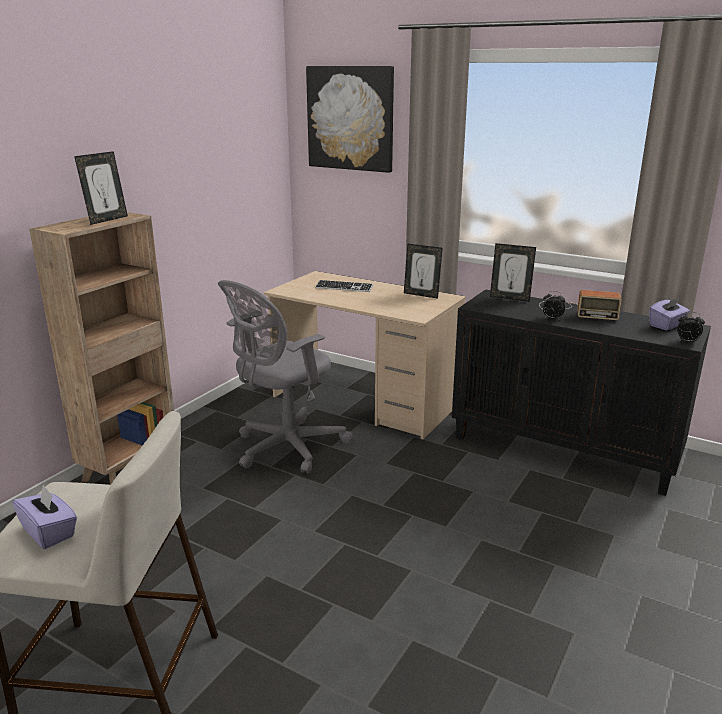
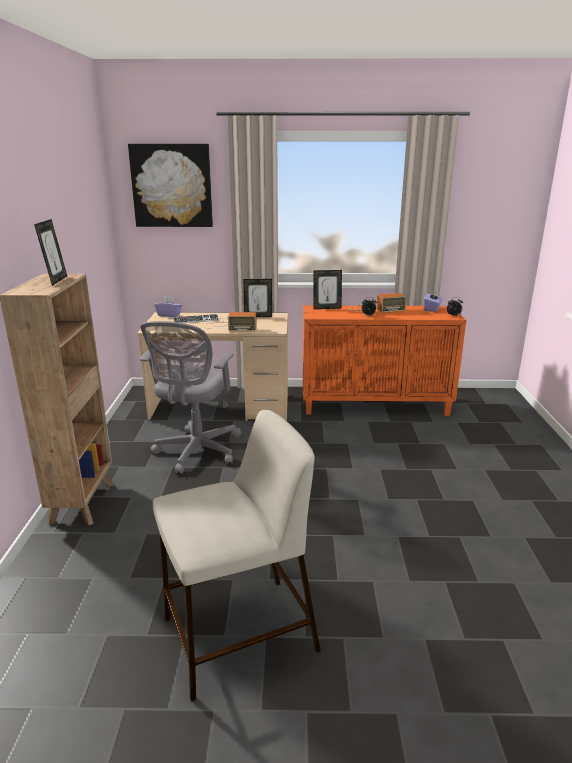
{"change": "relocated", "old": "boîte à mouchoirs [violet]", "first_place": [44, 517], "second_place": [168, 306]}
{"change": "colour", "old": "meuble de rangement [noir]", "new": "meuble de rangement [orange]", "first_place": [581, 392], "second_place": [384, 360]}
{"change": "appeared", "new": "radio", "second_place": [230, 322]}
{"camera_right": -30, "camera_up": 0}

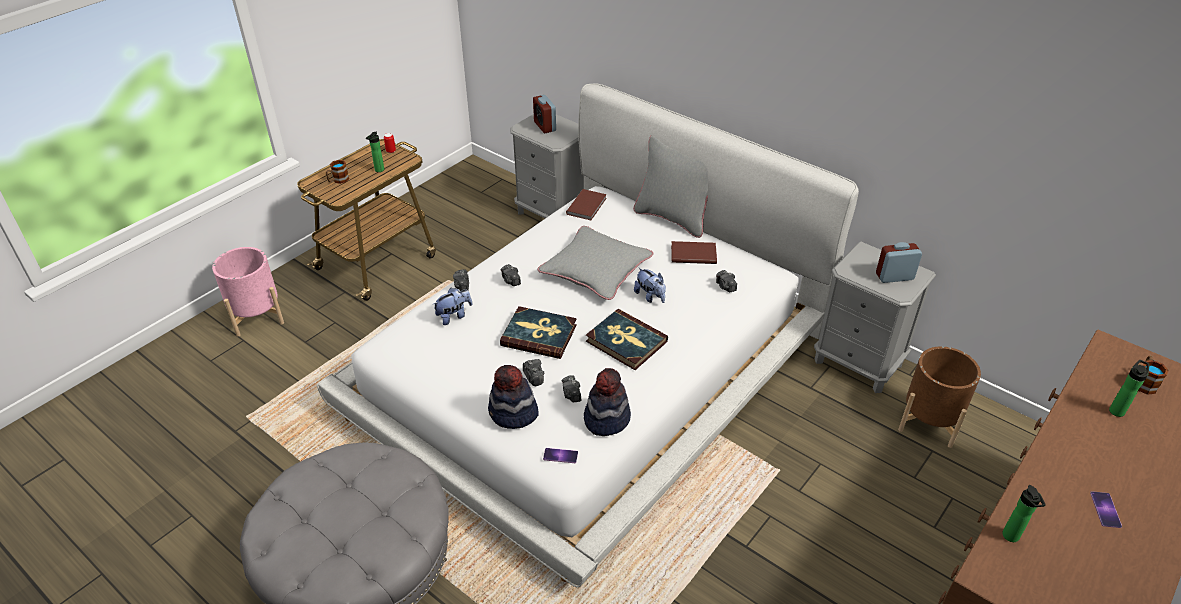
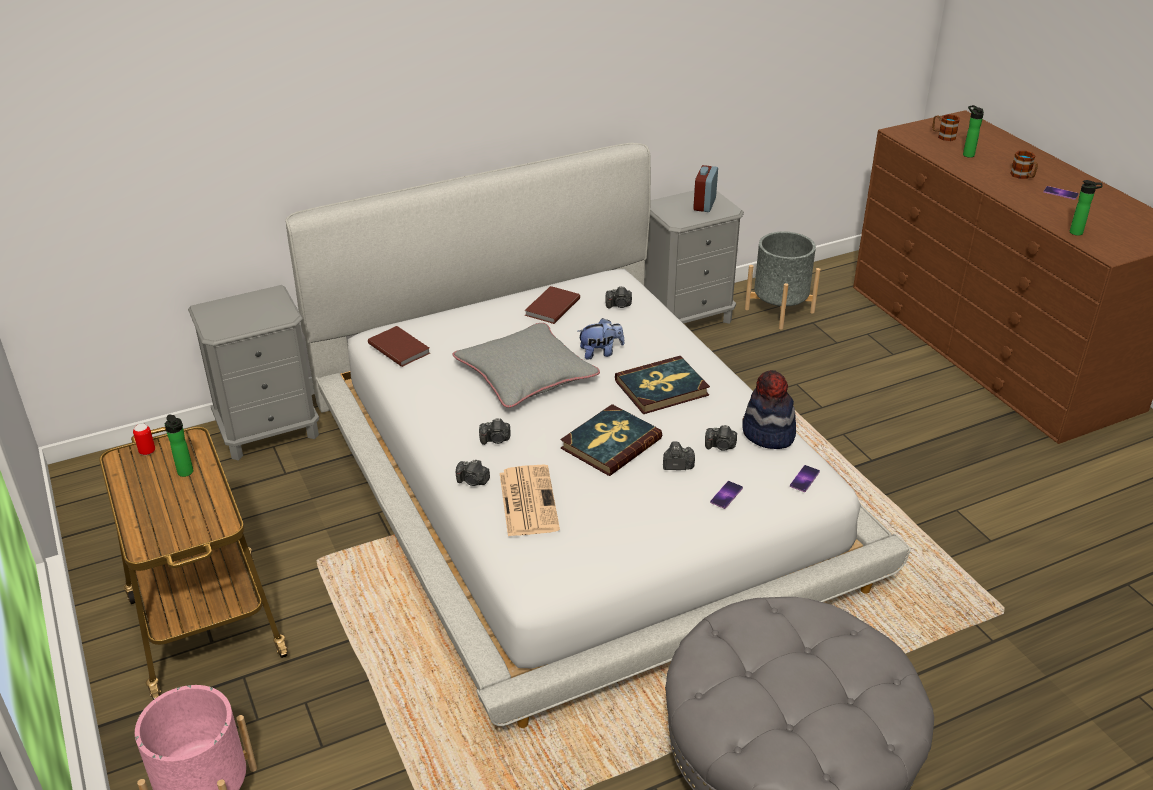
{"change": "relocated", "old": "mug", "first_place": [337, 172], "second_place": [1024, 165]}
{"change": "exchanged", "old": "peluche", "new": "journal", "first_place": [452, 306], "second_place": [530, 500]}
{"change": "exchanged", "old": "chapeau", "new": "téléphone", "first_place": [513, 397], "second_place": [726, 495]}
{"change": "missing", "old": "réveil", "first_place": [544, 114]}
{"change": "missing", "old": "coussin [gris]", "first_place": [670, 187]}
{"change": "colour", "old": "cache-pot [marron]", "new": "cache-pot [gris]", "first_place": [939, 397], "second_place": [783, 280]}
{"camera_right": -65, "camera_up": -5}

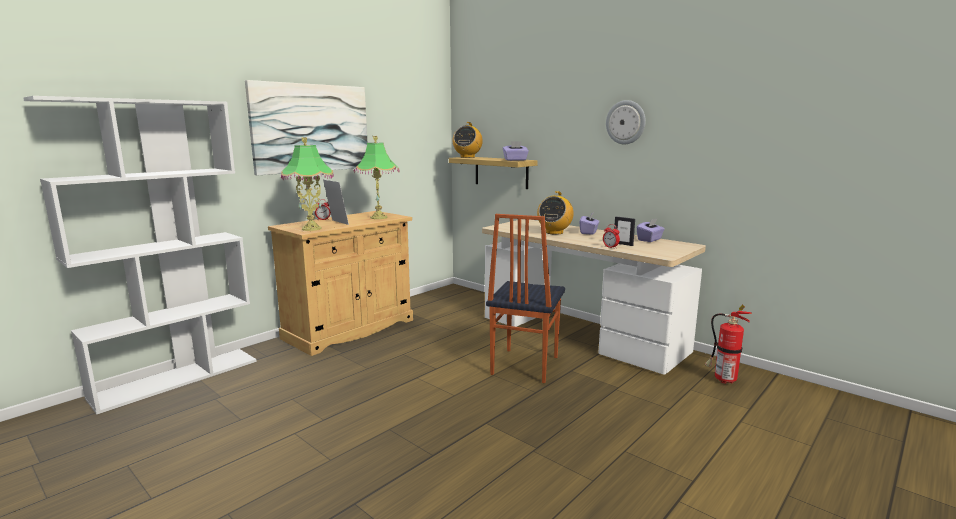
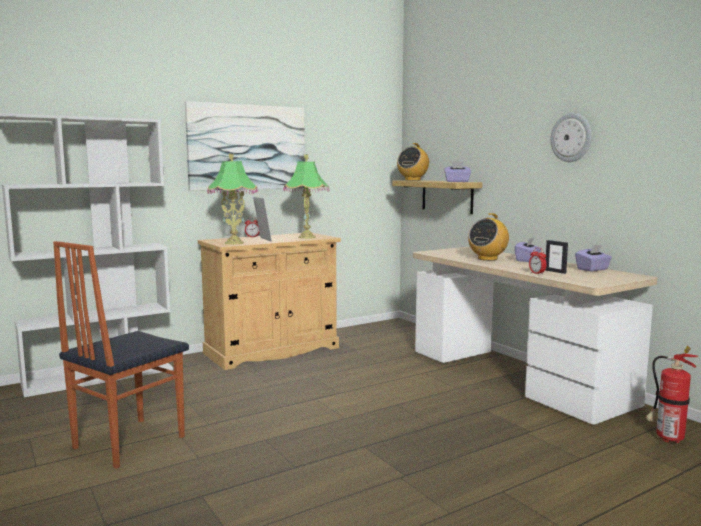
{"change": "relocated", "old": "chaise", "first_place": [525, 298], "second_place": [121, 355]}
{"camera_right": 15, "camera_up": -5}

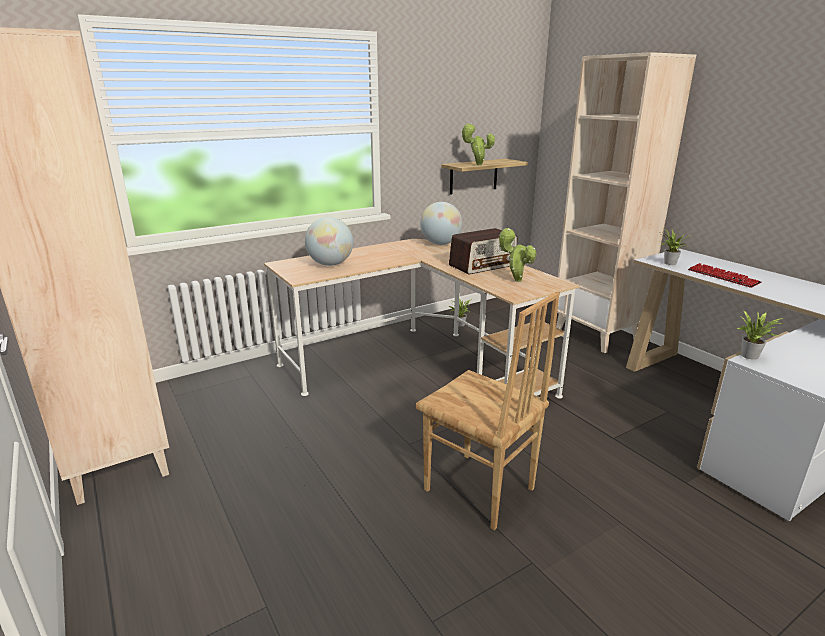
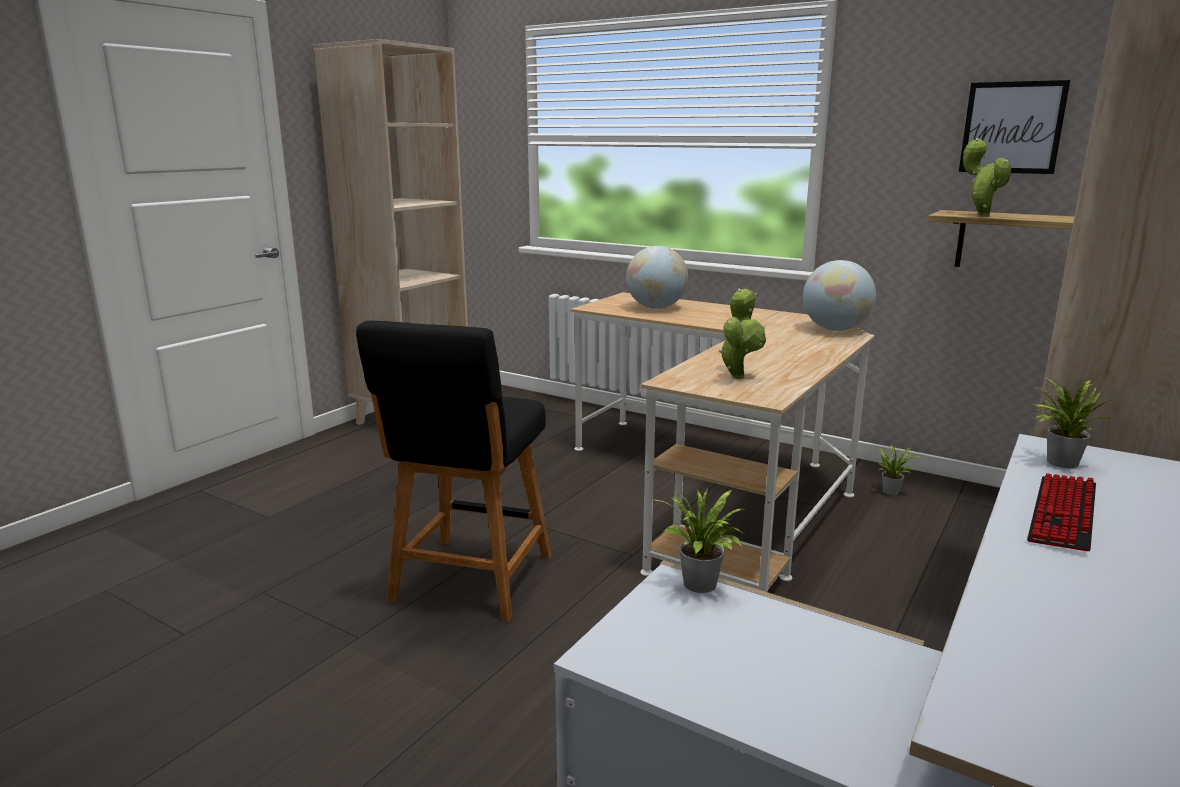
{"change": "exchanged", "old": "chaise [marron]", "new": "tabouret [noir]", "first_place": [488, 411], "second_place": [453, 471]}
{"change": "missing", "old": "radio", "first_place": [483, 251]}
{"change": "appeared", "new": "tableau", "second_place": [1014, 127]}
{"camera_right": 65, "camera_up": -5}

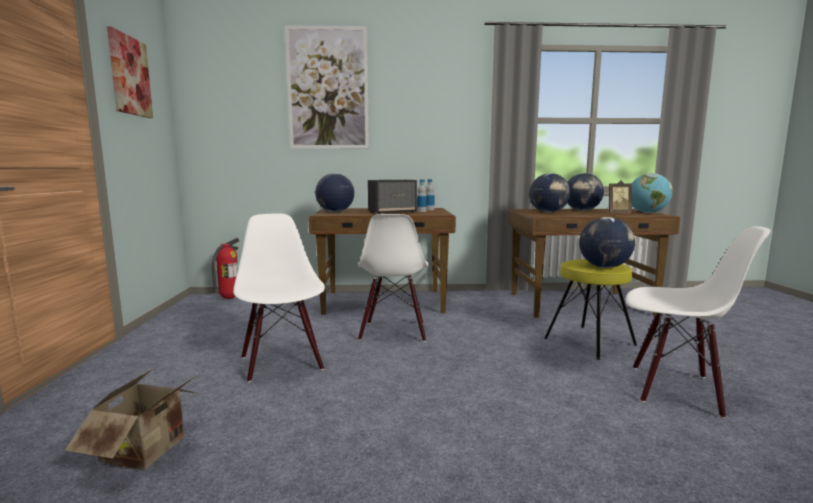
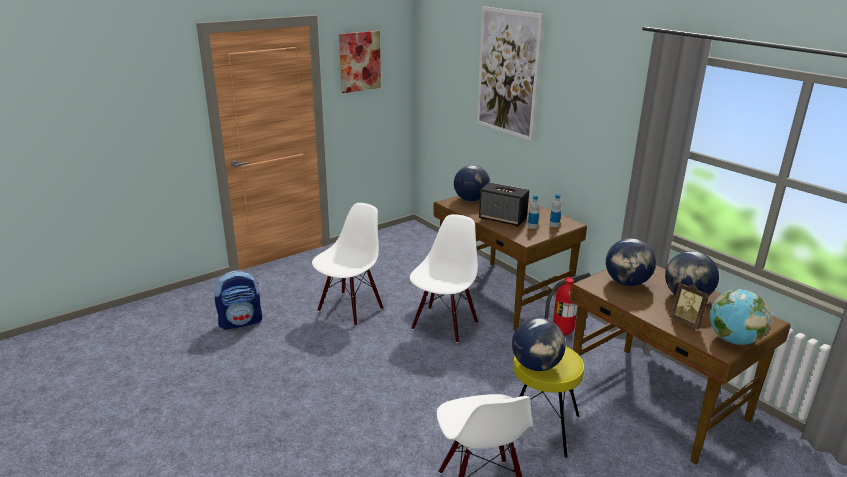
{"change": "exchanged", "old": "carton", "new": "sac à dos", "first_place": [133, 419], "second_place": [238, 300]}
{"change": "relocated", "old": "extincteur", "first_place": [225, 268], "second_place": [568, 304]}
{"change": "spun", "old": "chaise [blanc]", "first_place": [393, 278], "second_place": [444, 278], "degrees": 150}
{"camera_right": 55, "camera_up": 15}

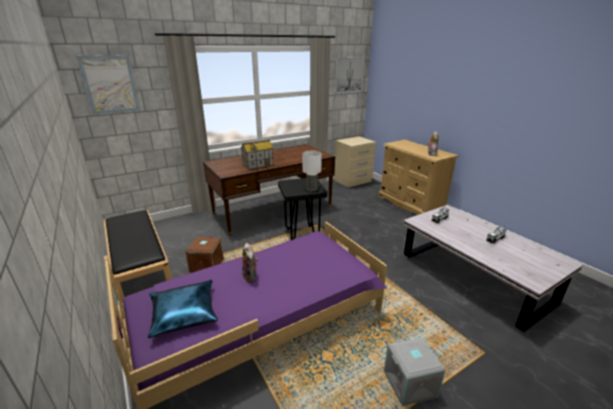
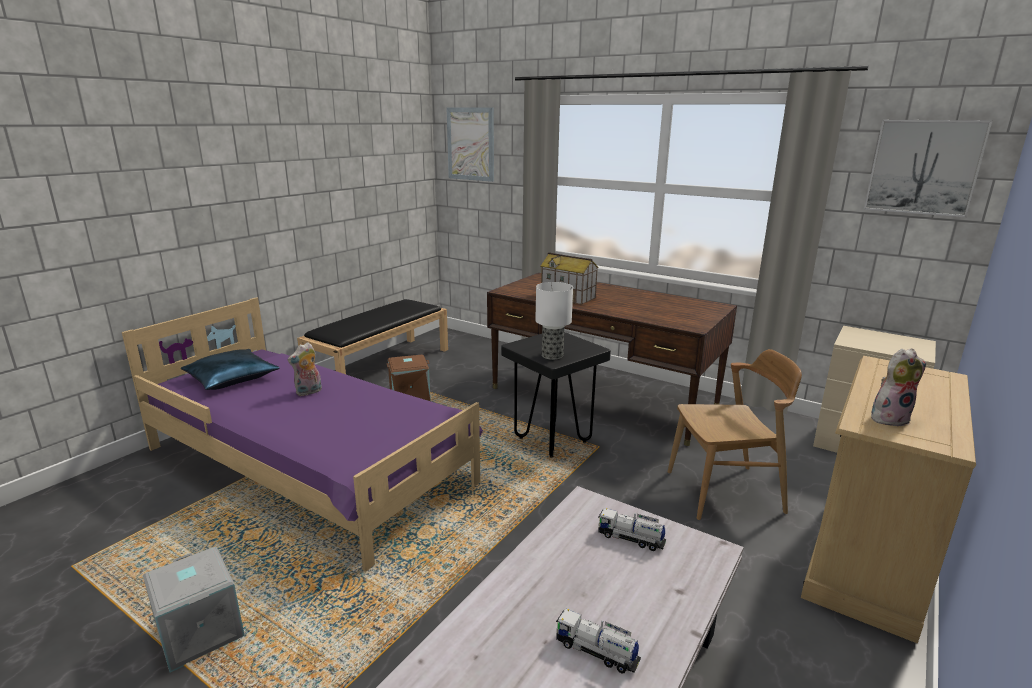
{"change": "appeared", "new": "chaise [marron]", "second_place": [735, 434]}
{"camera_right": 65, "camera_up": -5}

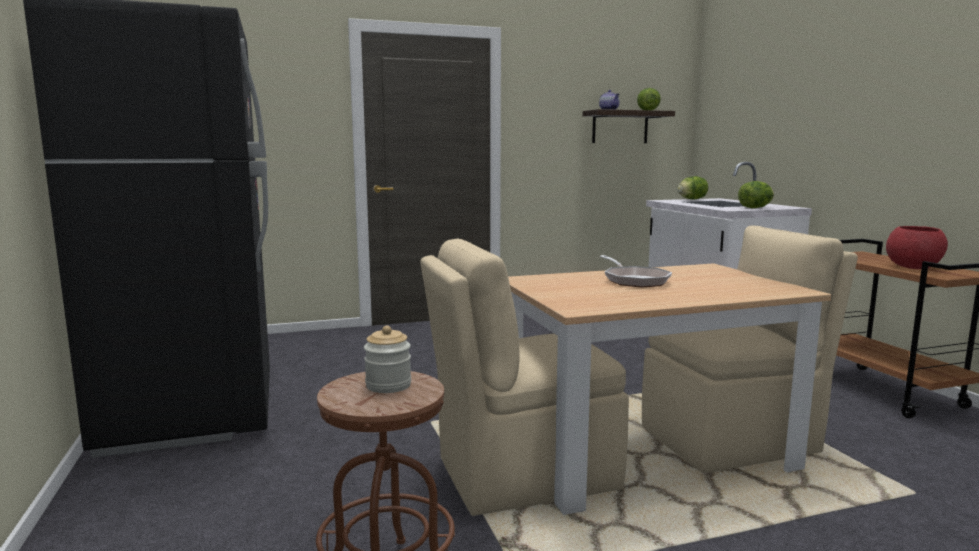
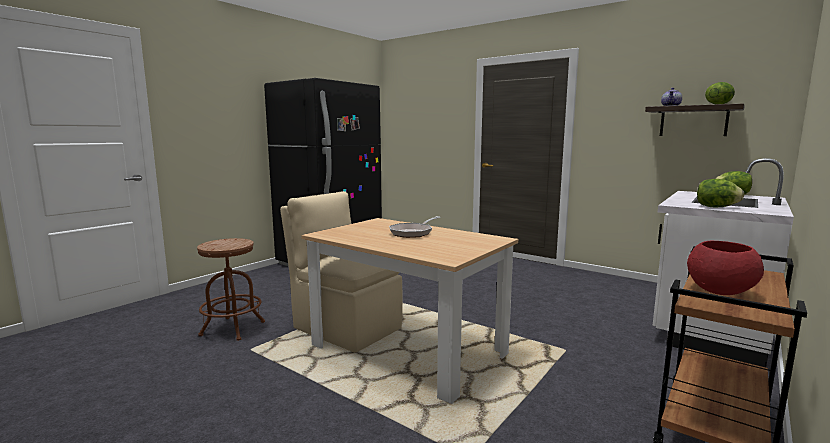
{"change": "missing", "old": "bocal", "first_place": [387, 359]}
{"change": "missing", "old": "chaise [beige]", "first_place": [750, 349]}
{"camera_right": 55, "camera_up": 0}

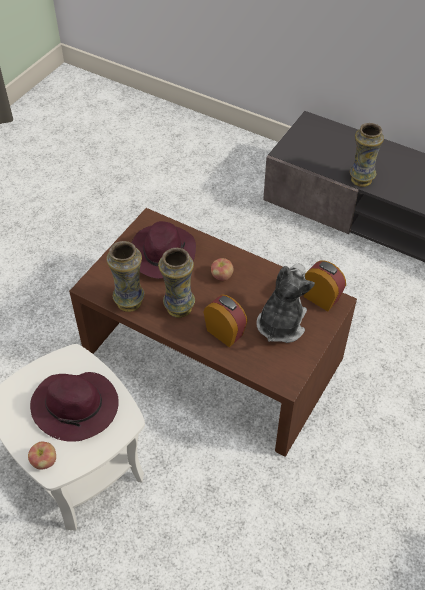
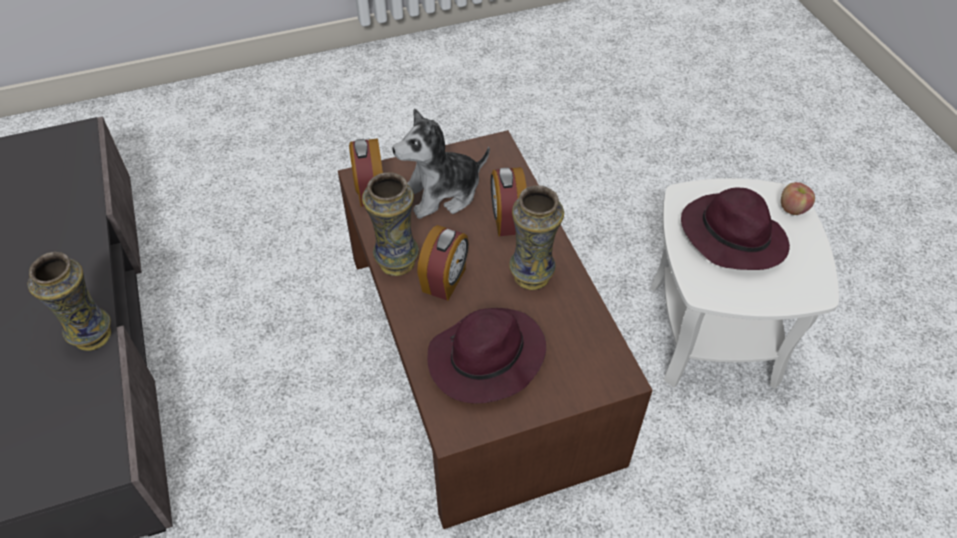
{"change": "relocated", "old": "vase", "first_place": [126, 276], "second_place": [390, 224]}
{"change": "exchanged", "old": "pomme", "new": "réveil", "first_place": [222, 269], "second_place": [443, 263]}
{"camera_right": -140, "camera_up": 0}

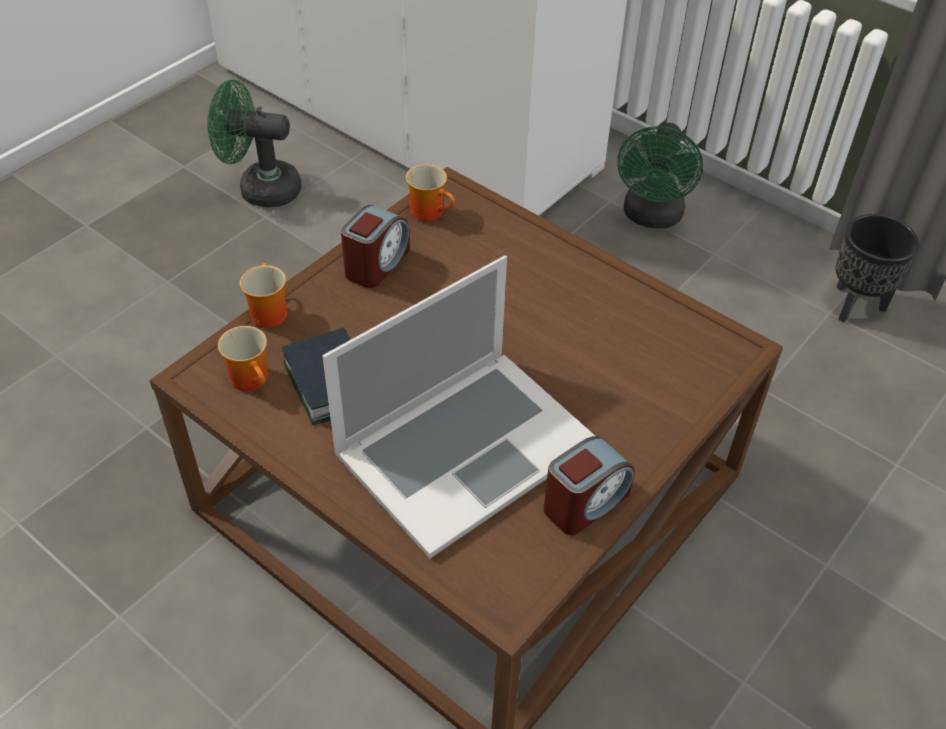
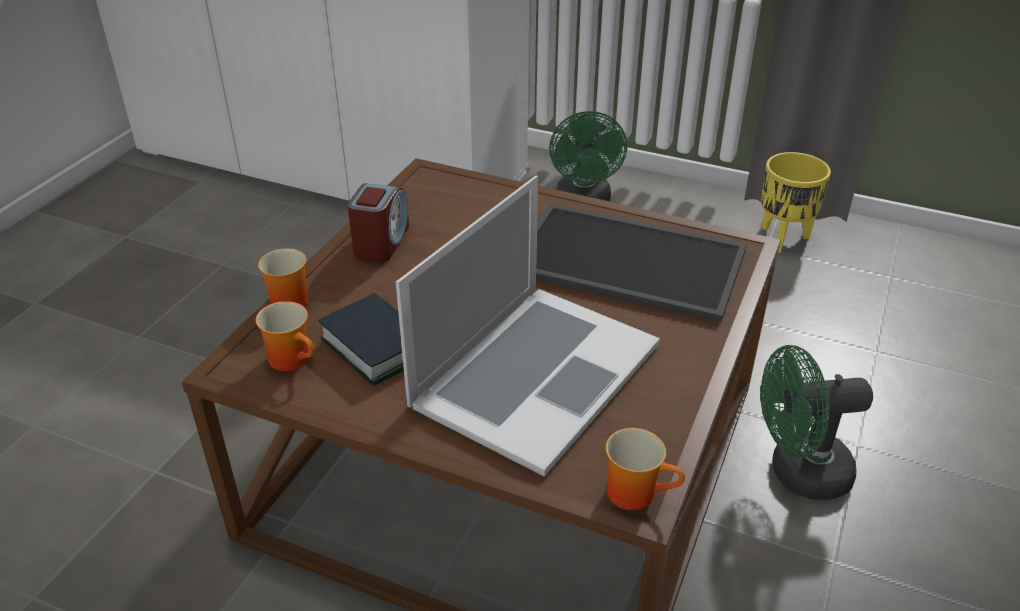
{"change": "relocated", "old": "ventilateur [vert]", "first_place": [254, 143], "second_place": [816, 422]}
{"change": "relocated", "old": "mug", "first_place": [430, 193], "second_place": [645, 469]}
{"change": "missing", "old": "réveil", "first_place": [589, 485]}
{"change": "colour", "old": "cache-pot [noir]", "new": "cache-pot [jaune]", "first_place": [877, 268], "second_place": [796, 202]}
{"change": "appeared", "new": "plateau", "second_place": [641, 263]}
{"camera_right": -15, "camera_up": -10}

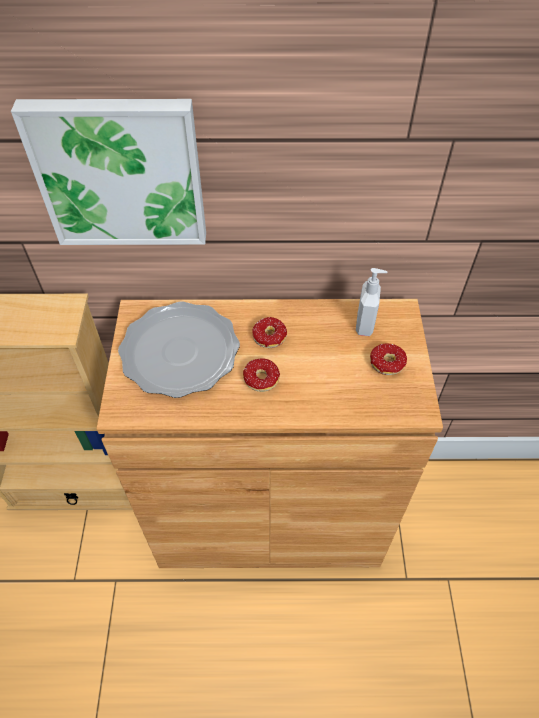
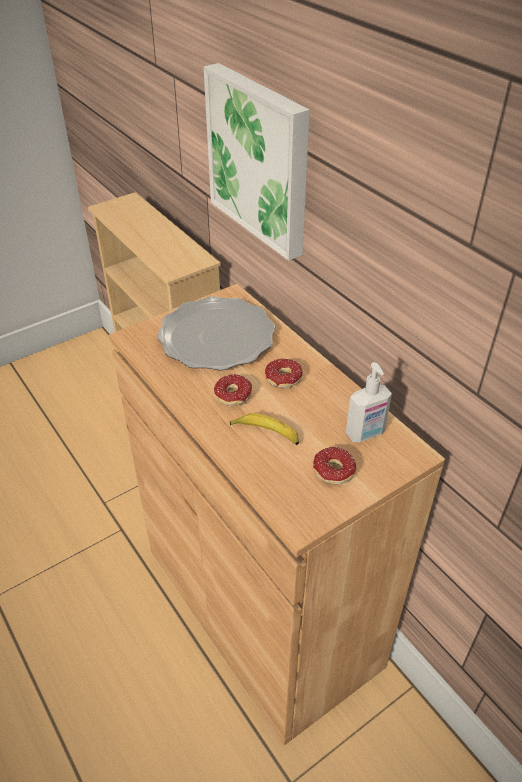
{"change": "appeared", "new": "banane", "second_place": [264, 429]}
{"camera_right": 55, "camera_up": -10}

